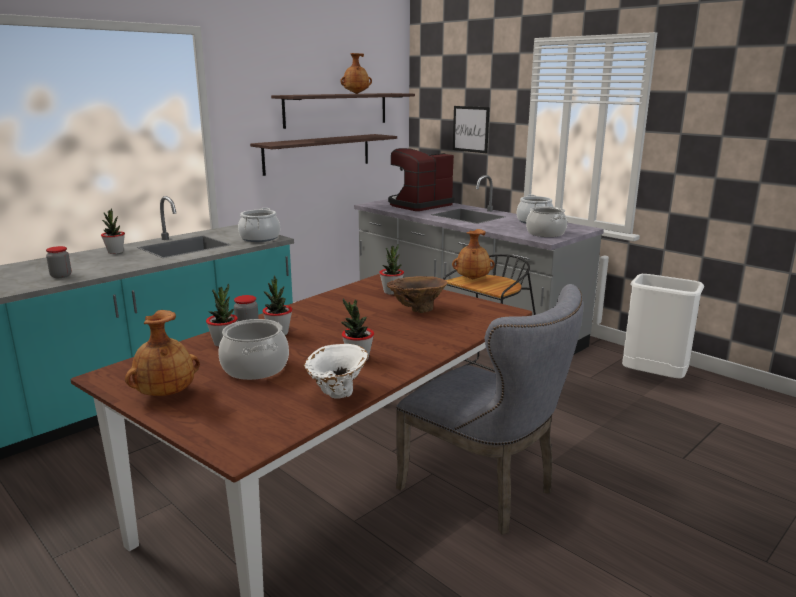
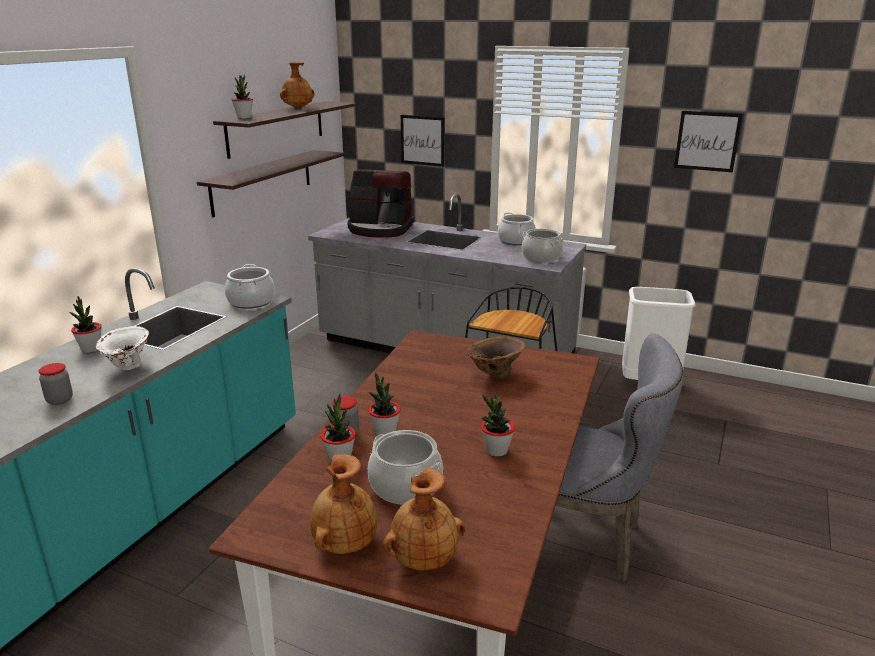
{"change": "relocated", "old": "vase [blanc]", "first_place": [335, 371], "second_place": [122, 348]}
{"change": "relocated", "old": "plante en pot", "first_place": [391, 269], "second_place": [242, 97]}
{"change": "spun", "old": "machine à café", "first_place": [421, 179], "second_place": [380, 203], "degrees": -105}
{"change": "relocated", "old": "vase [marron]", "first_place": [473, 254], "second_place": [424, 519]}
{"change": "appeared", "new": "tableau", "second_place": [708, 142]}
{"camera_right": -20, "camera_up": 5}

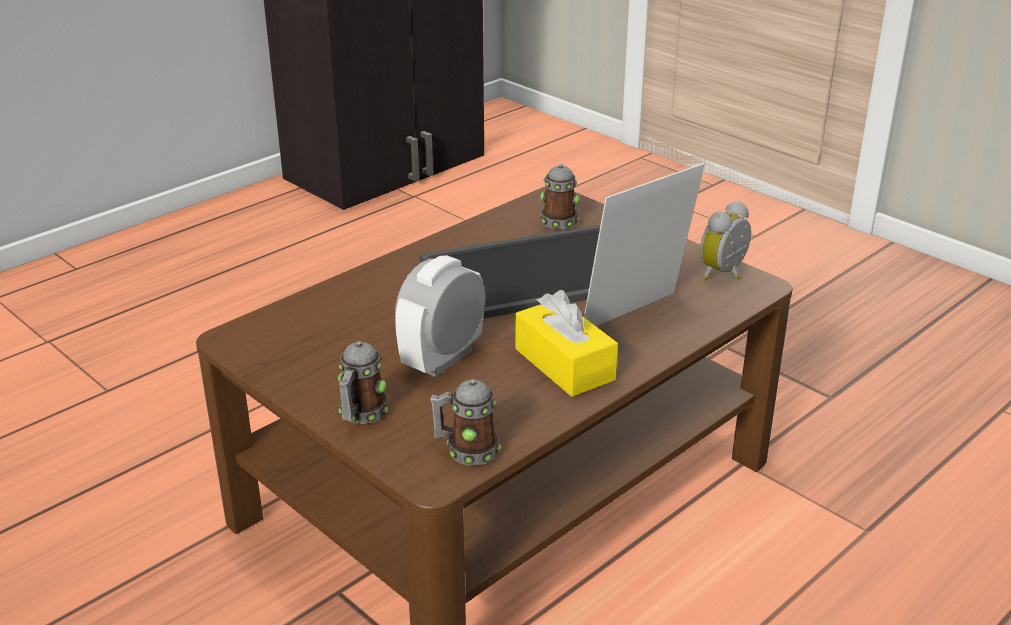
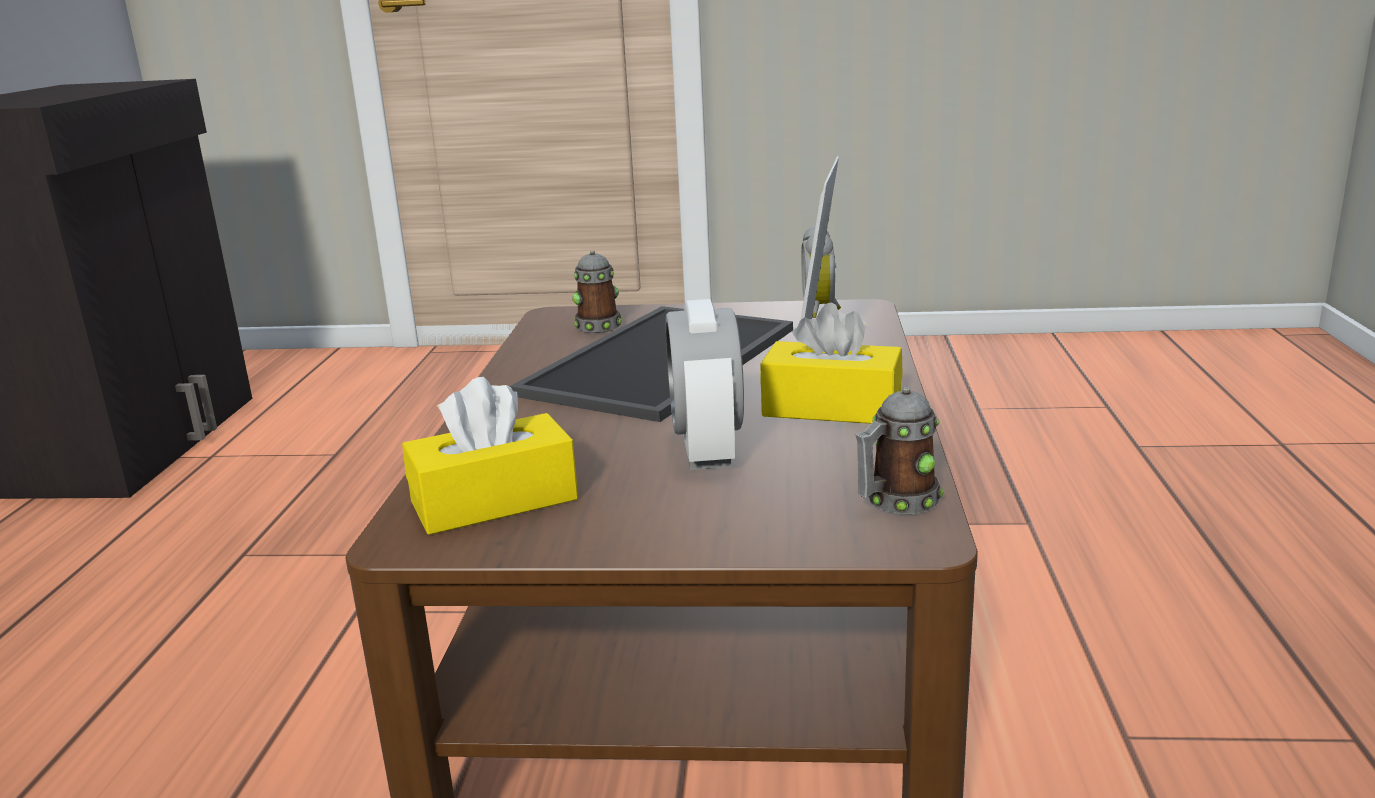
{"change": "missing", "old": "mug", "first_place": [363, 382]}
{"change": "appeared", "new": "boîte à mouchoirs [jaune]", "second_place": [490, 456]}
{"camera_right": -40, "camera_up": -10}

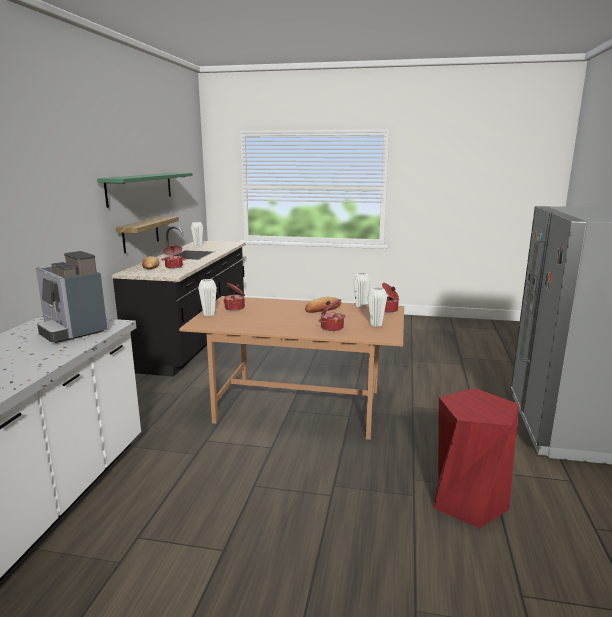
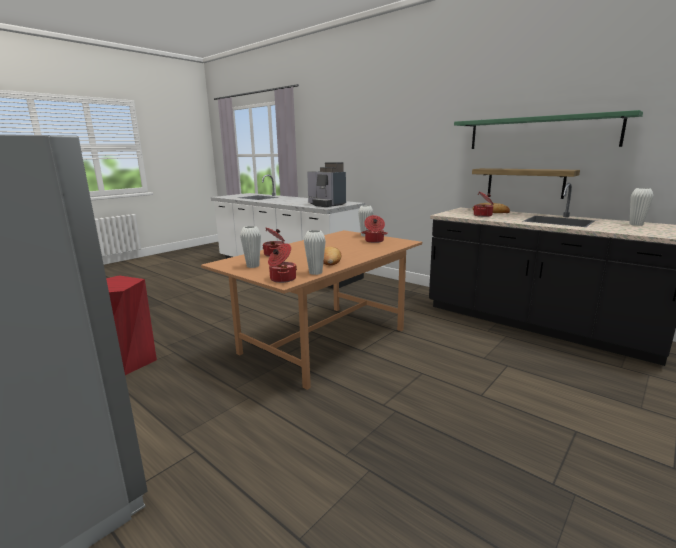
{"change": "spun", "old": "machine à café", "first_place": [71, 297], "second_place": [326, 184], "degrees": -120}
{"camera_right": 120, "camera_up": 0}

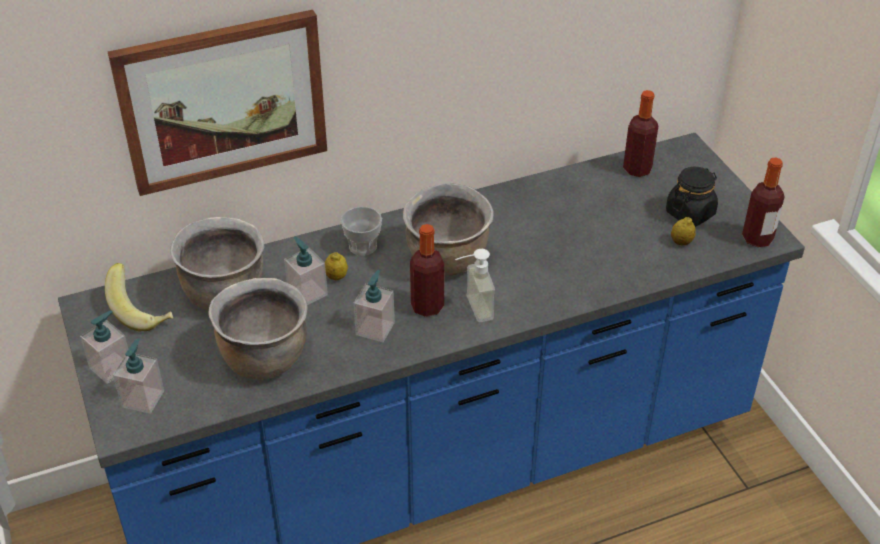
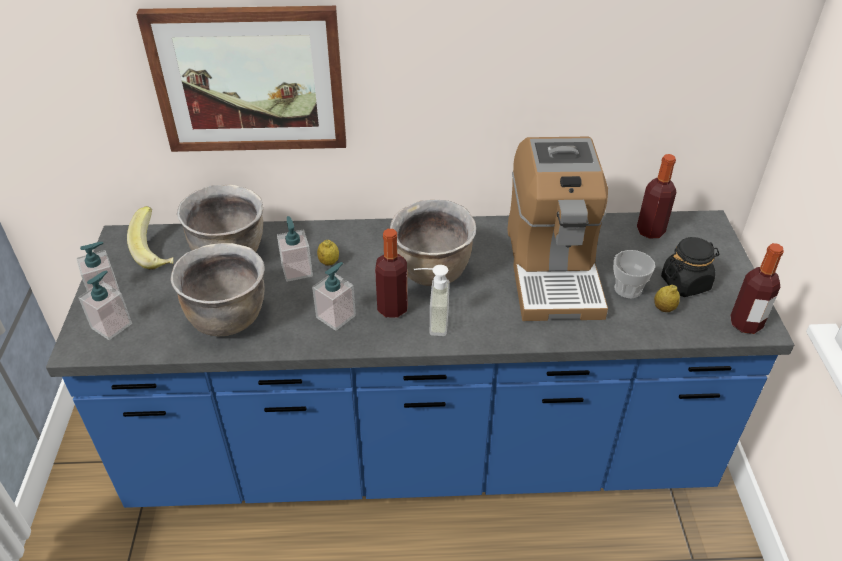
{"change": "relocated", "old": "tasse", "first_place": [361, 231], "second_place": [634, 274]}
{"change": "appeared", "new": "machine à café", "second_place": [557, 229]}
{"camera_right": 20, "camera_up": 0}

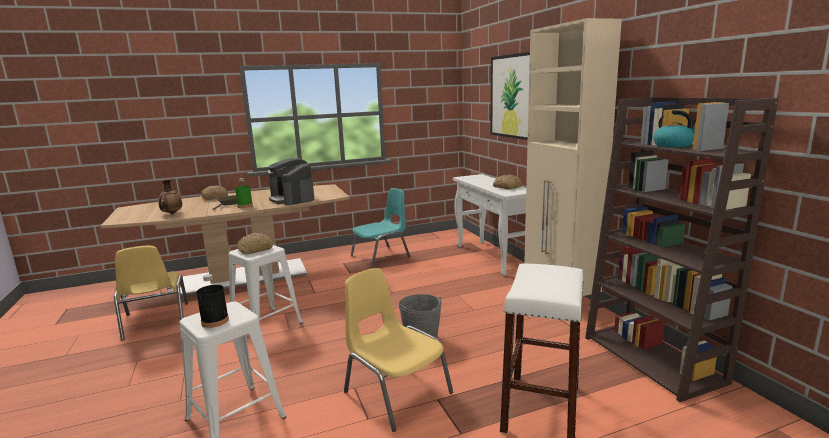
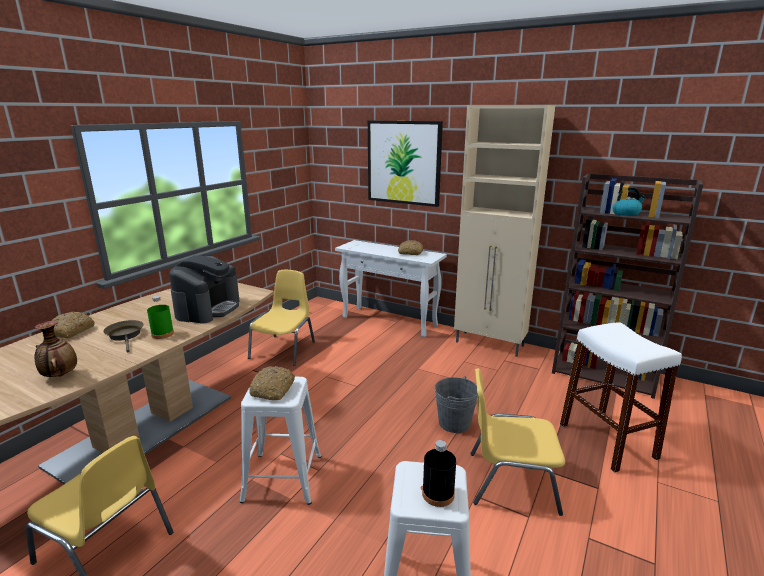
{"change": "spun", "old": "machine à café", "first_place": [291, 181], "second_place": [204, 290], "degrees": -90}
{"change": "colour", "old": "chaise [turquoise]", "new": "chaise [jaune]", "first_place": [380, 228], "second_place": [281, 318]}
{"camera_right": -40, "camera_up": 5}

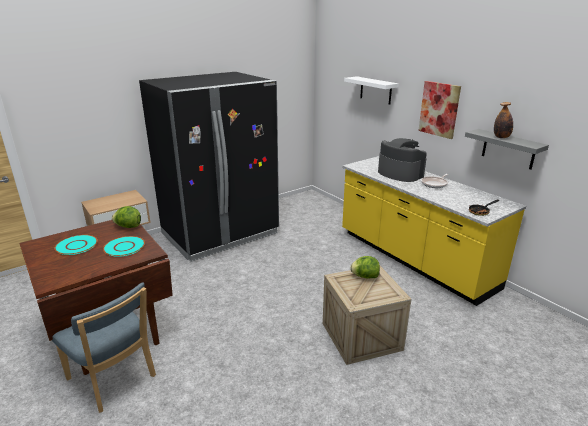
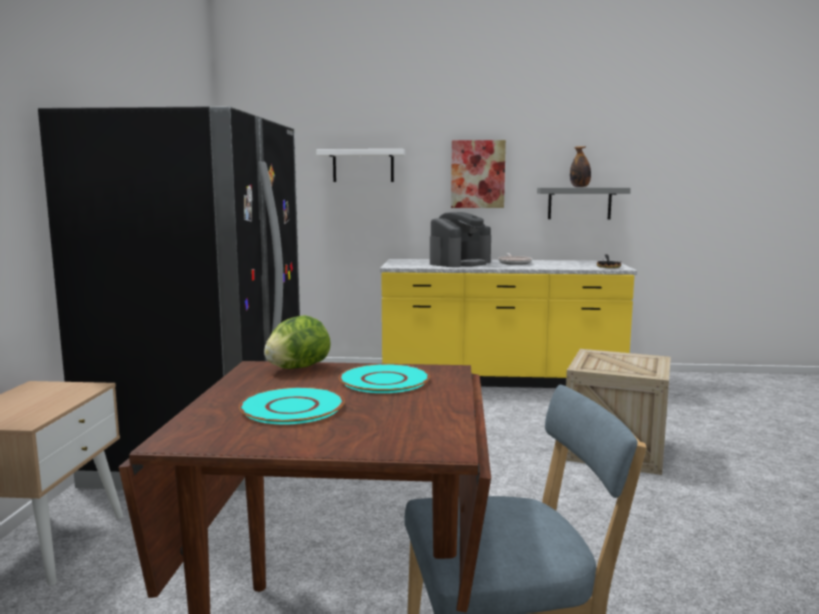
{"change": "missing", "old": "laitue", "first_place": [365, 267]}
{"change": "spun", "old": "machine à café", "first_place": [402, 160], "second_place": [460, 239], "degrees": 135}
{"camera_right": -50, "camera_up": -15}

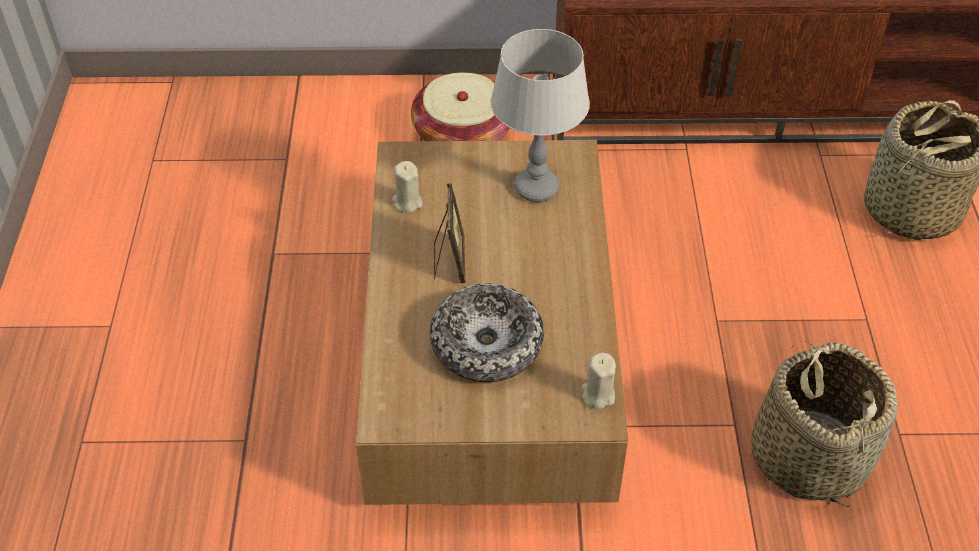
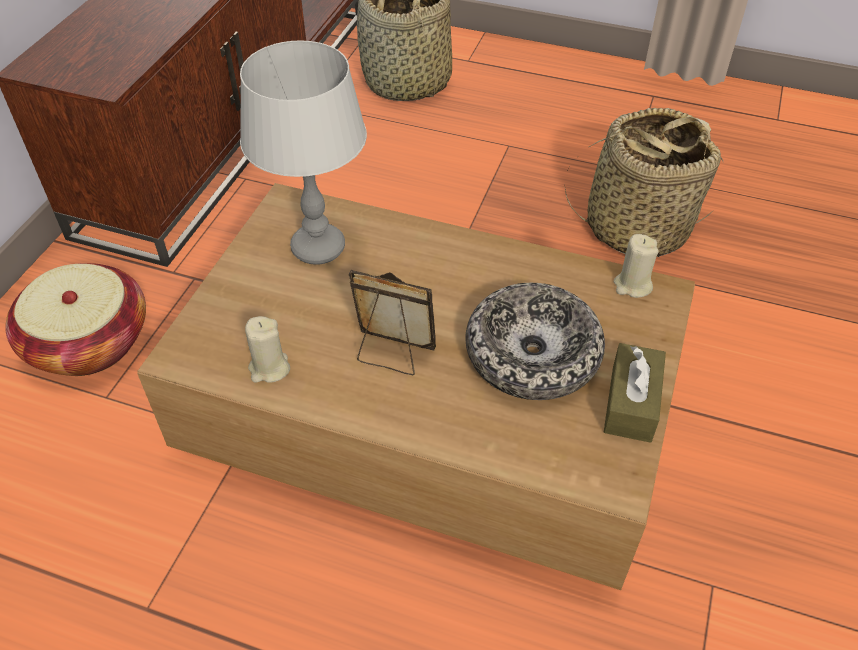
{"change": "appeared", "new": "boîte à mouchoirs [marron]", "second_place": [635, 393]}
{"camera_right": -70, "camera_up": 0}

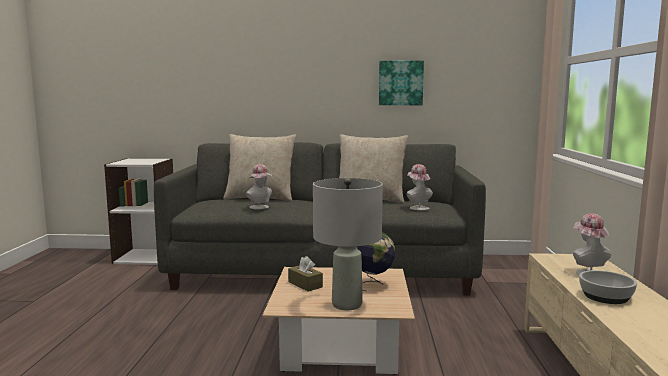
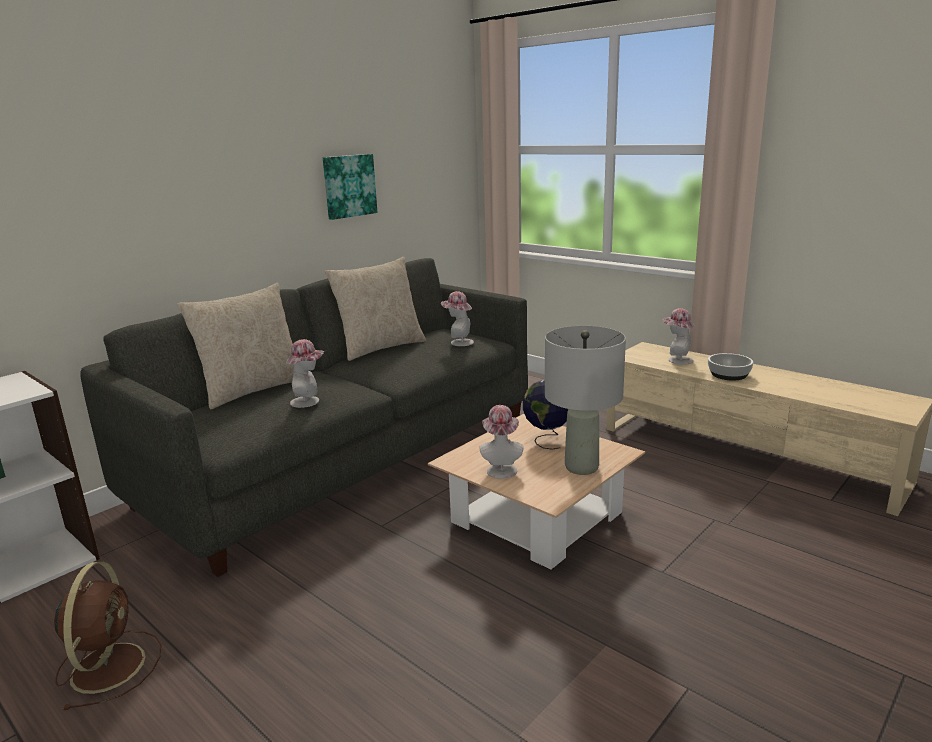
{"change": "exchanged", "old": "boîte à mouchoirs [marron]", "new": "chapeau", "first_place": [305, 274], "second_place": [501, 442]}
{"change": "appeared", "new": "ventilateur [marron]", "second_place": [107, 636]}
{"camera_right": -50, "camera_up": 10}

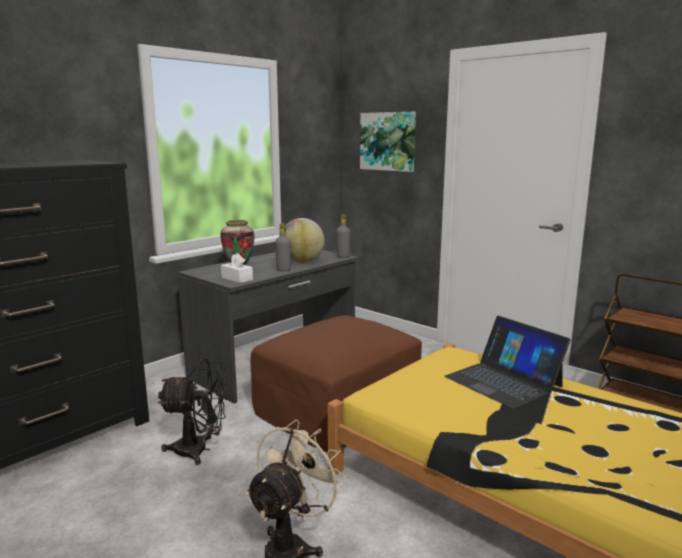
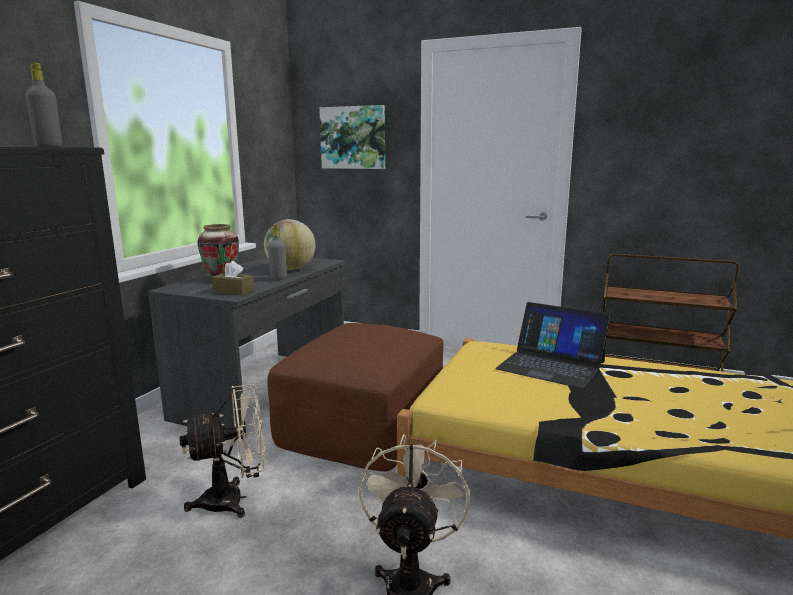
{"change": "colour", "old": "ventilateur [noir]", "new": "ventilateur [beige]", "first_place": [193, 411], "second_place": [222, 451]}
{"change": "colour", "old": "boîte à mouchoirs [blanc]", "new": "boîte à mouchoirs [marron]", "first_place": [237, 268], "second_place": [233, 278]}
{"change": "relocated", "old": "bouteille [gris]", "first_place": [343, 236], "second_place": [43, 105]}
{"camera_right": -20, "camera_up": 0}

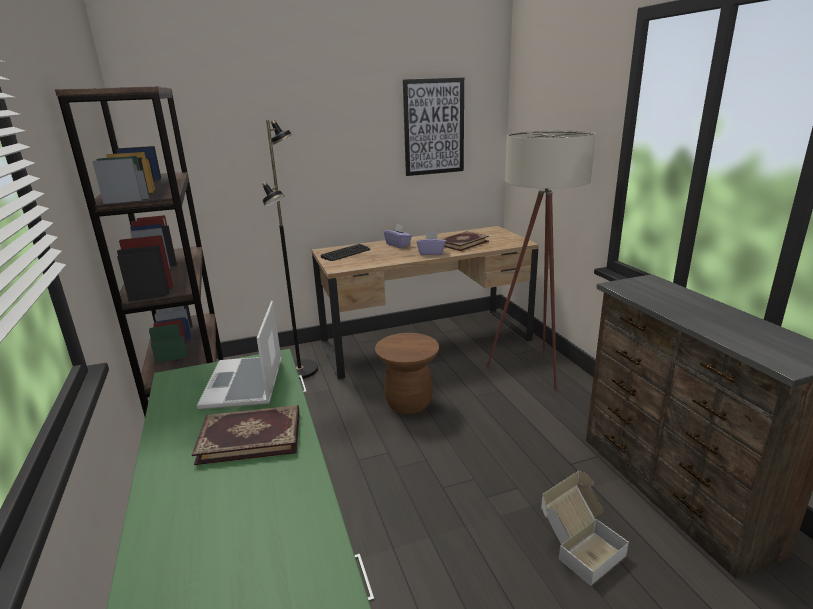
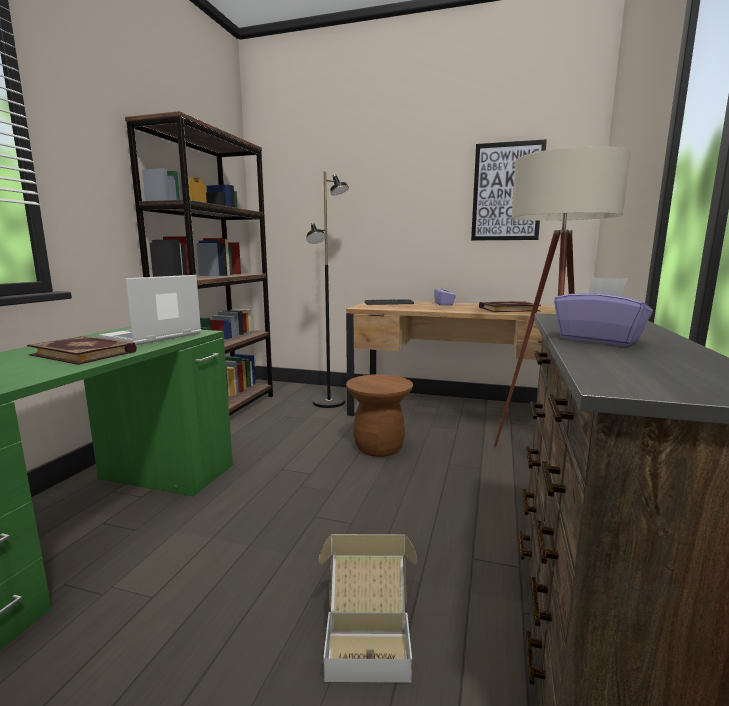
{"change": "relocated", "old": "boîte à mouchoirs [violet]", "first_place": [431, 243], "second_place": [603, 311]}
{"camera_right": 35, "camera_up": -10}

